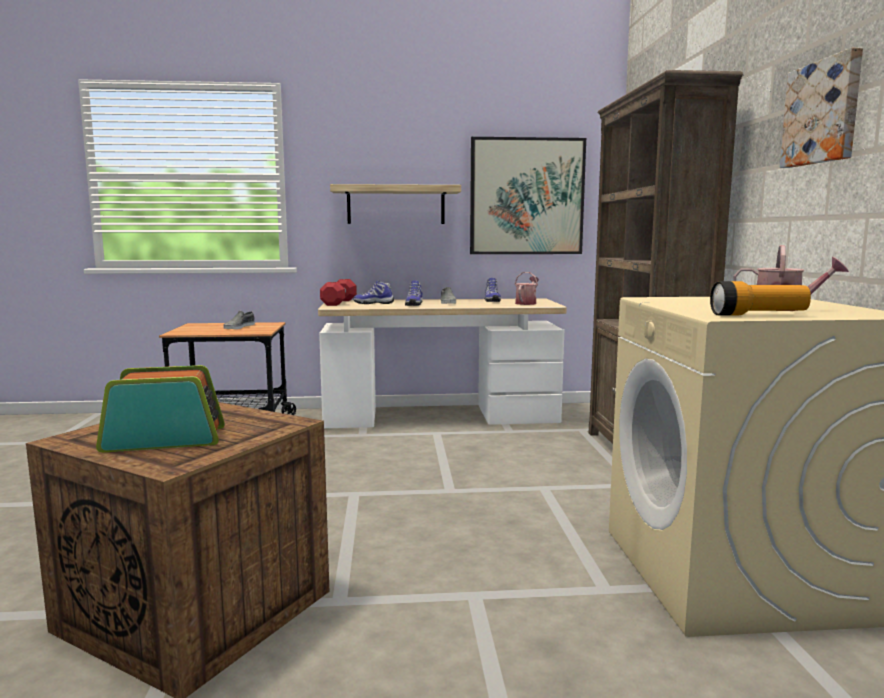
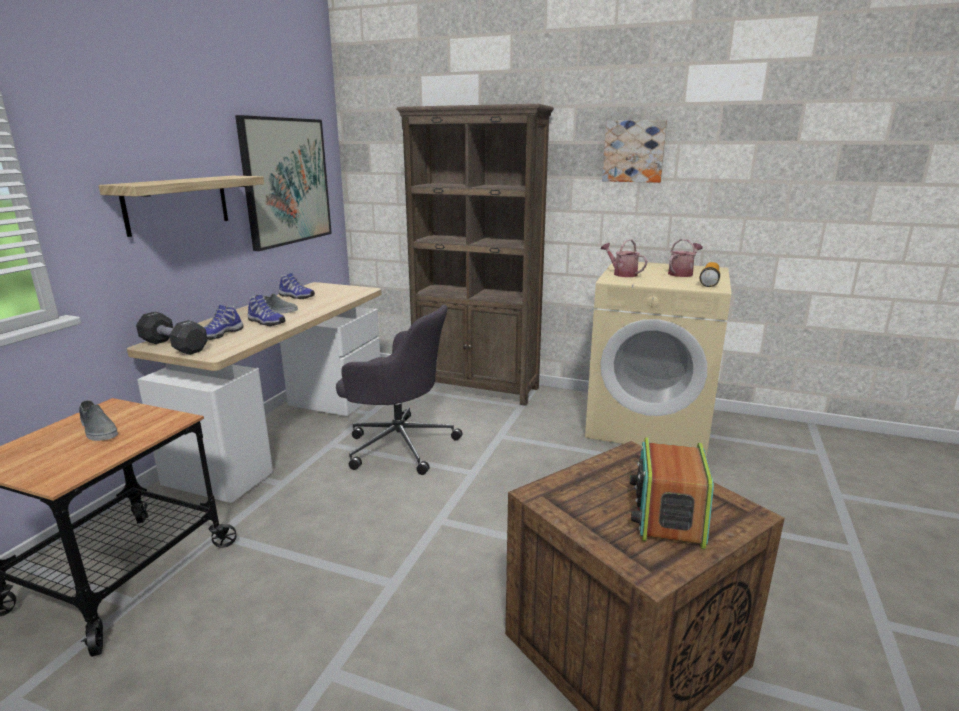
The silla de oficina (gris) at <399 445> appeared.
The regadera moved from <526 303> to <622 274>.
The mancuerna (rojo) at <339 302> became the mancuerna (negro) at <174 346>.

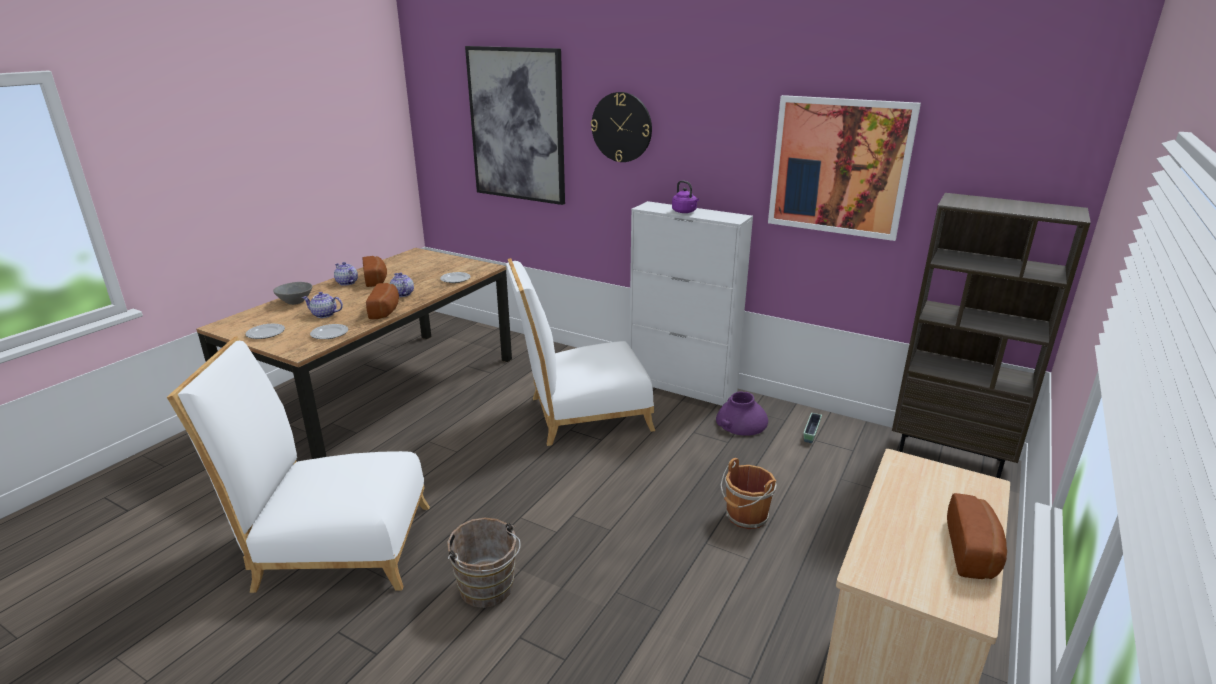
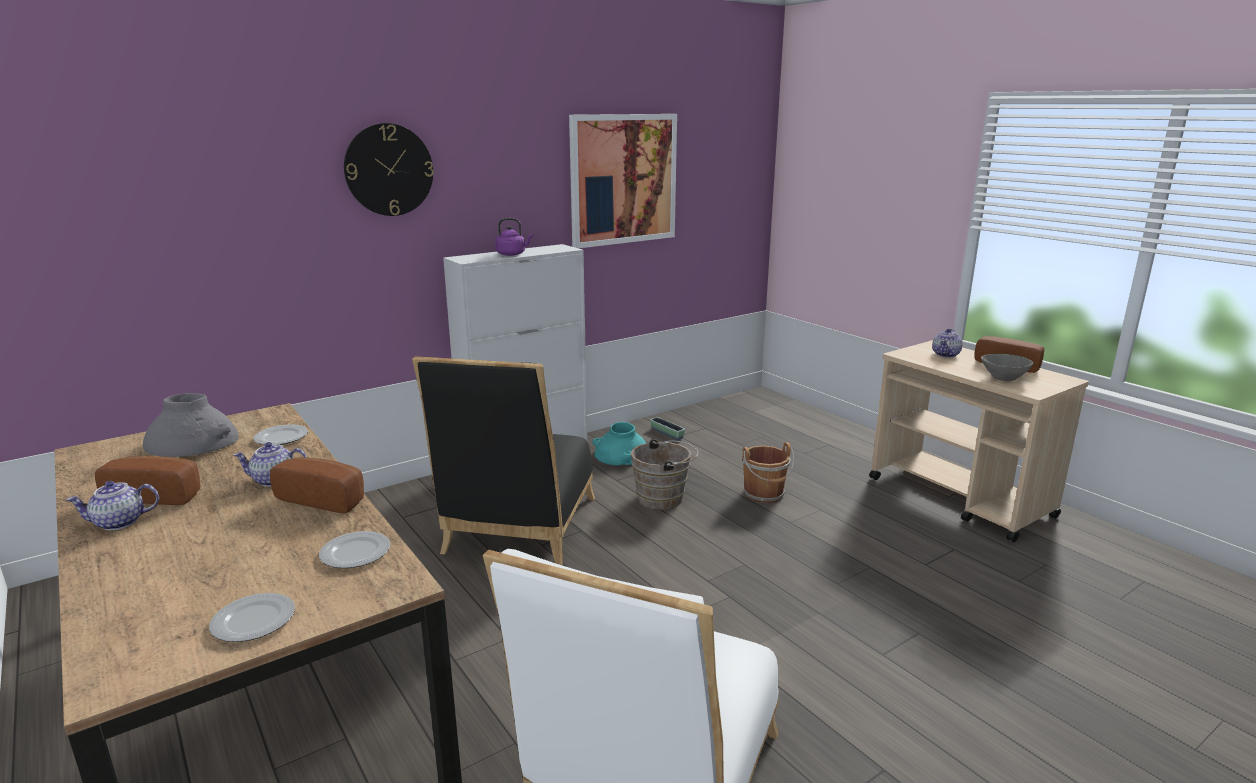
The cuadro at <517 125> disappeared.
The estantería (marrón) at <950 457> disappeared.
The florero (gris) at <192 443> appeared.
The cuenco (gris) moved from <296 302> to <1003 378>.
The tetera moved from <324 315> to <946 355>.
The cubo (marrón) moved from <488 590> to <664 498>.
The silla (blanco) at <582 415> became the silla (negro) at <518 530>.
The florero (morado) at <741 422> became the florero (turquesa) at <622 455>.

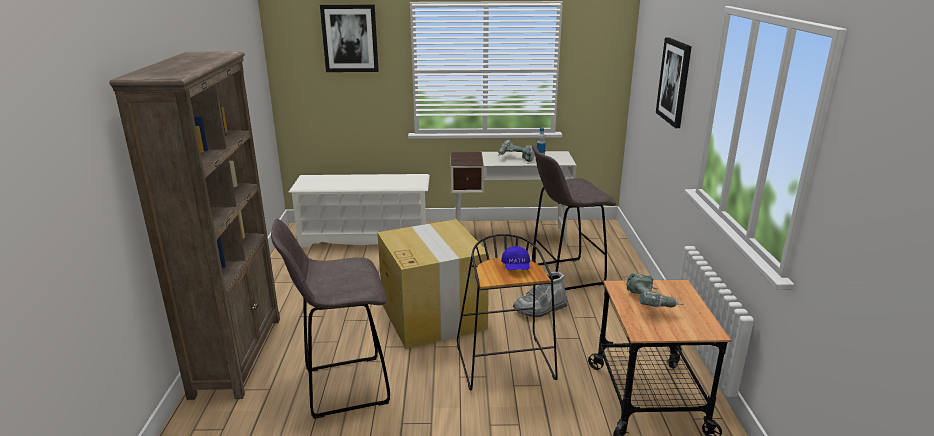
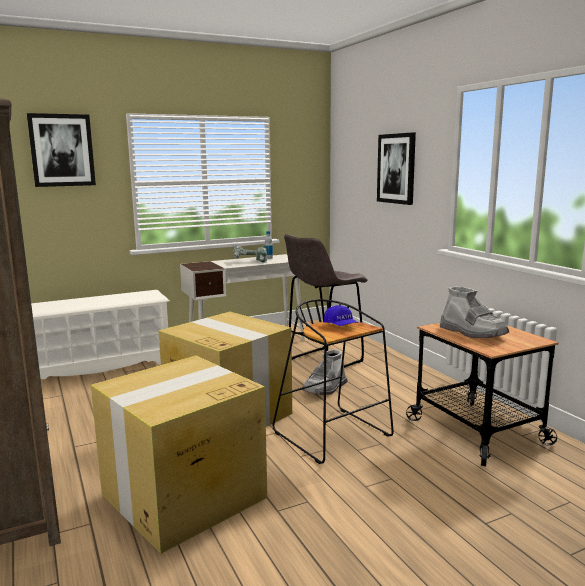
The taburete (gris) at <343 386> was replaced by the caja de cartón at <182 497>.
The taladro at <651 303> was replaced by the bota (gris) at <473 332>.

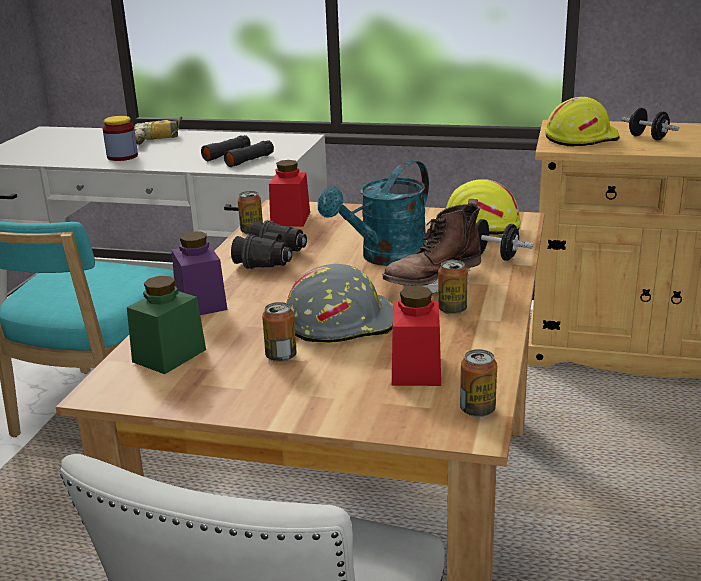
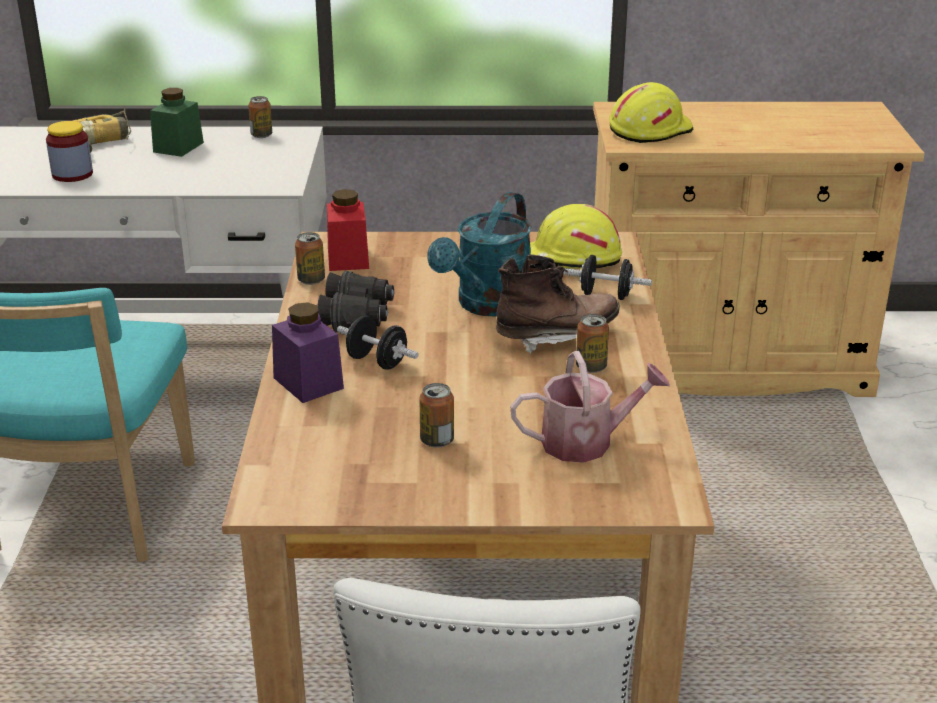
The prismáticos (negro) at <238 158> disappeared.
The casco (gris) at <340 322> disappeared.
The tarro (verde) moved from <169 356> to <178 147>.
The lata moved from <477 410> to <261 135>.
The mancuerna (negro) moved from <647 138> to <377 362>.
The tarro (rojo) at <416 370> was replaced by the regadera at <586 442>.
The bota (marrón) at <433 284> turned 150 degrees counterclockwise.

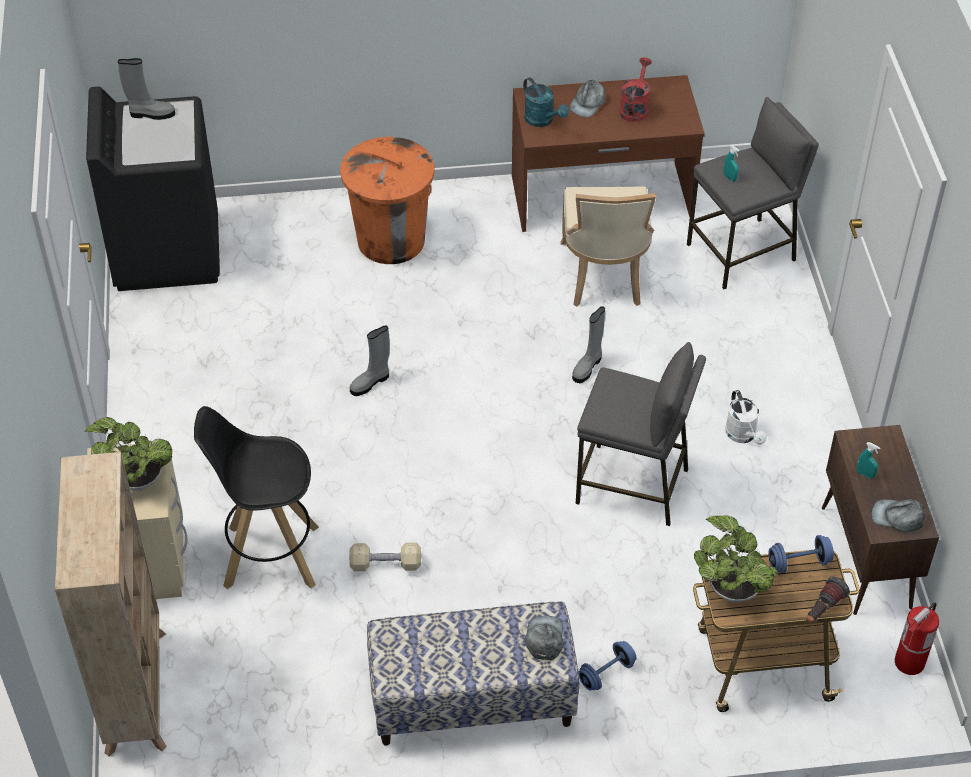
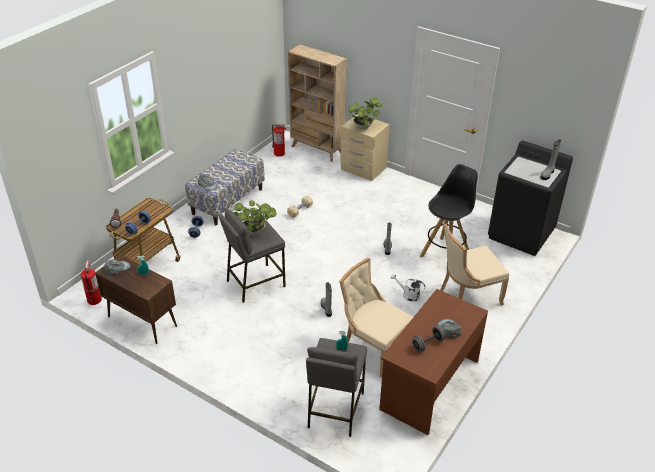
The regadera (turquesa) at <542 120> disappeared.
The extintor at <279 153> appeared.
The taburete (negro) moved from <269 556> to <445 253>.
The planta en maceta moved from <731 587> to <255 232>.
The regadera (blanco) moved from <743 436> to <408 295>.
The papelera (naranja) at <391 240> was replaced by the silla (beis) at <467 296>.
The regadera (rojo) at <635 108> was replaced by the mancuerna (gris) at <428 344>.

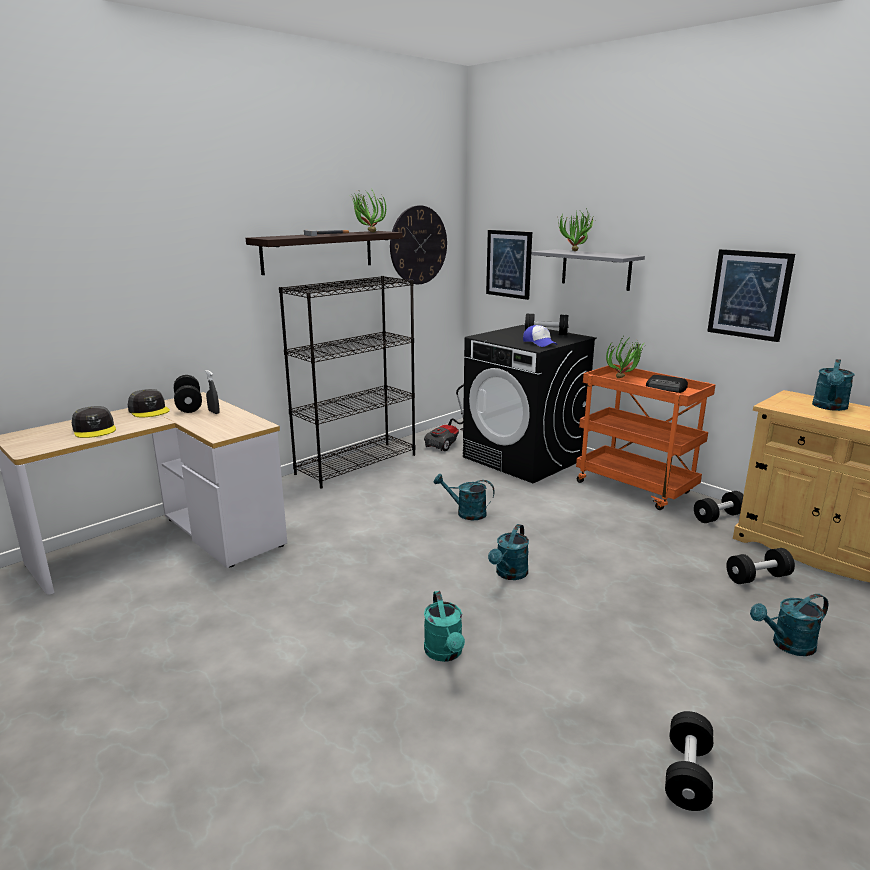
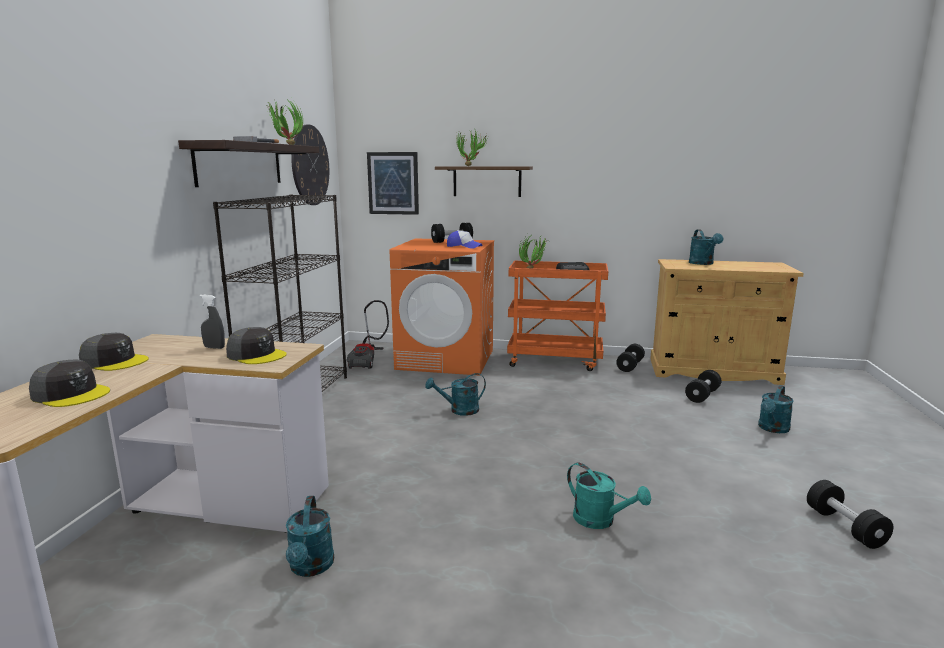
The mancuerna (negro) at <189 405> disappeared.
The cuadro at <749 294> disappeared.
The gorra (gris) at <256 355> appeared.
The regadera (turquesa) moved from <509 574> to <311 568>.
The lavadora (negro) at <524 458> became the lavadora (naranja) at <446 359>.
The estante (gris) at <596 269> became the estante (marrón) at <487 181>.

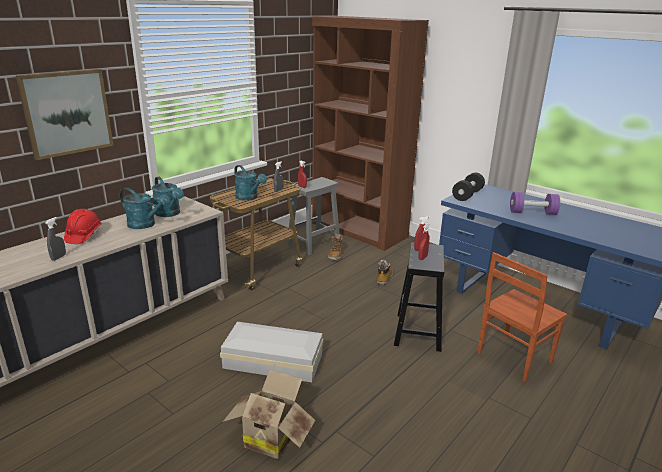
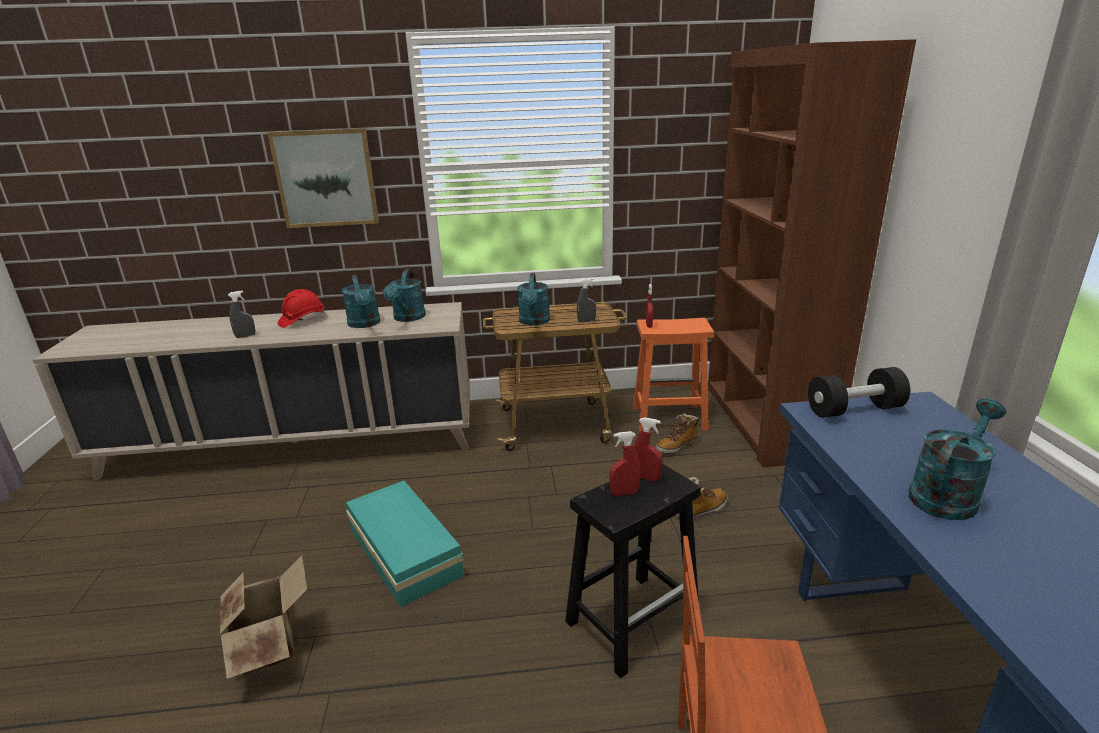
The mancuerna (morado) at <532 213> was replaced by the regadera (turquesa) at <947 494>.
The caja de almacenaje (blanco) at <272 360> became the caja de almacenaje (turquesa) at <405 550>.
The taburete (gris) at <313 244> became the taburete (naranja) at <668 418>.

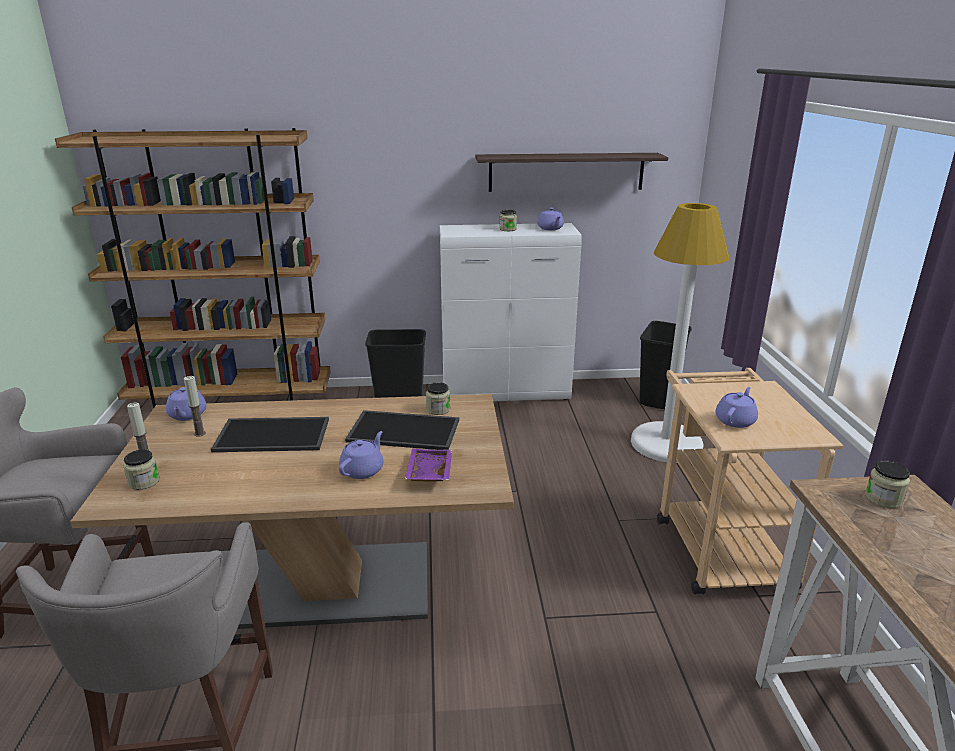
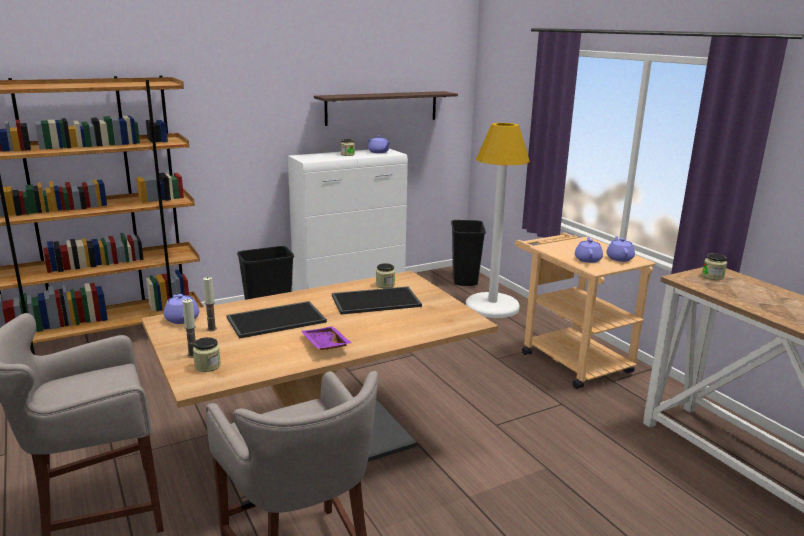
The tetera (morado) moved from <363 470> to <619 258>.
The bandeja (morado) moved from <428 473> to <324 345>.

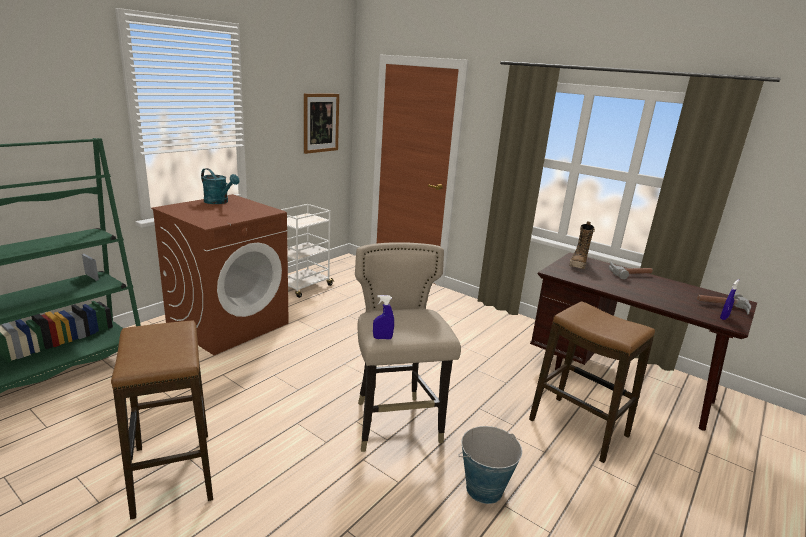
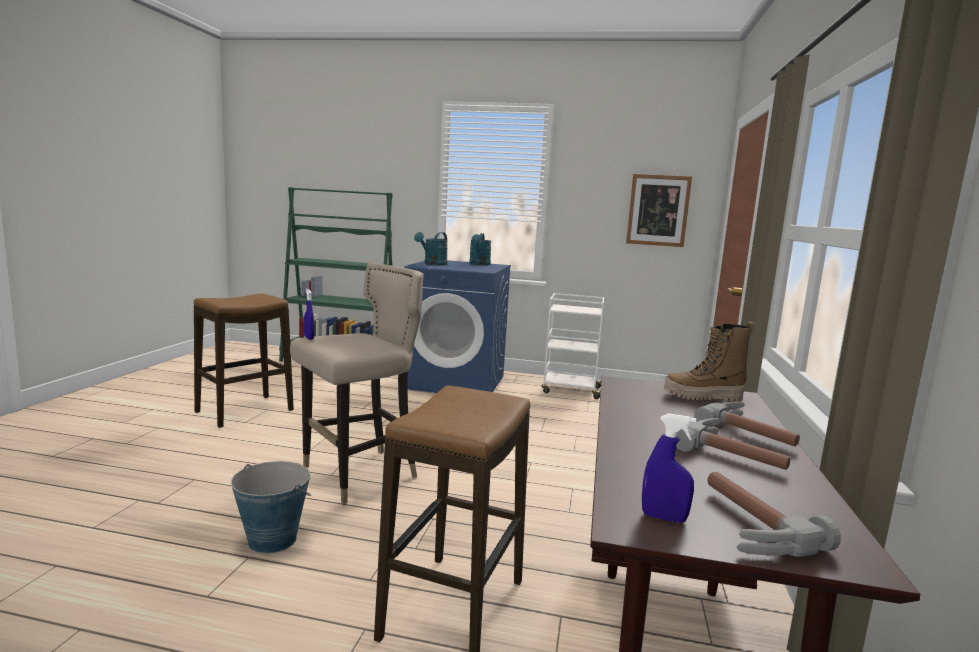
The regadera (turquesa) at <433 264> appeared.
The martillo at <735 454> appeared.
The lavadora (marrón) at <228 324> became the lavadora (azul) at <455 382>.

